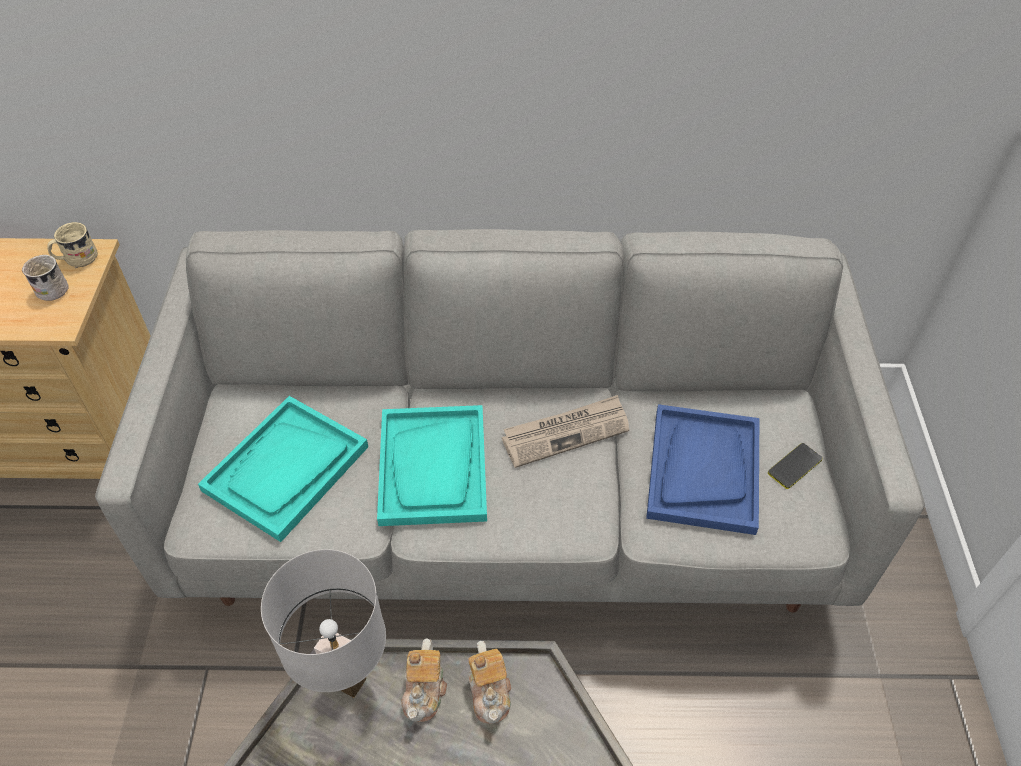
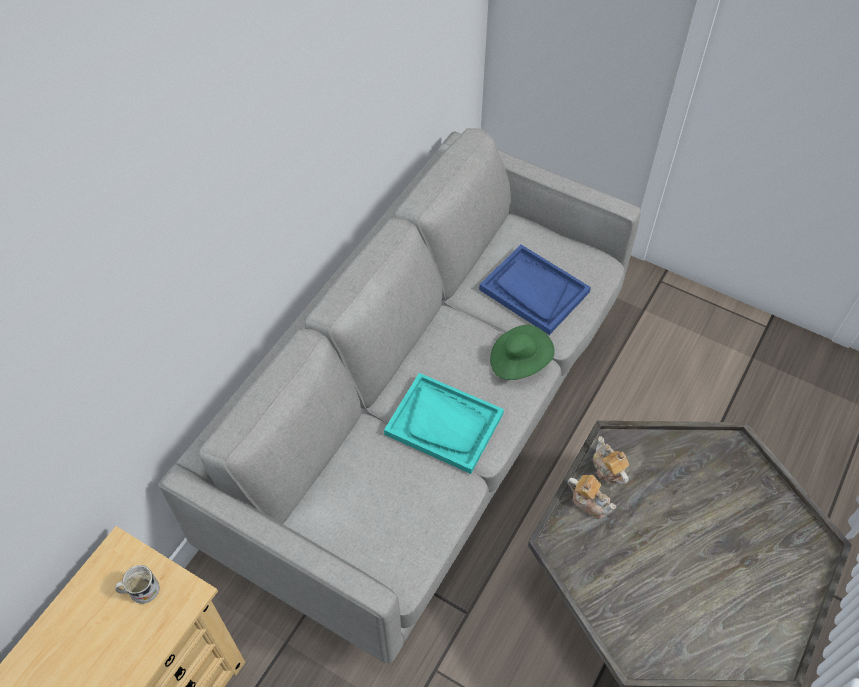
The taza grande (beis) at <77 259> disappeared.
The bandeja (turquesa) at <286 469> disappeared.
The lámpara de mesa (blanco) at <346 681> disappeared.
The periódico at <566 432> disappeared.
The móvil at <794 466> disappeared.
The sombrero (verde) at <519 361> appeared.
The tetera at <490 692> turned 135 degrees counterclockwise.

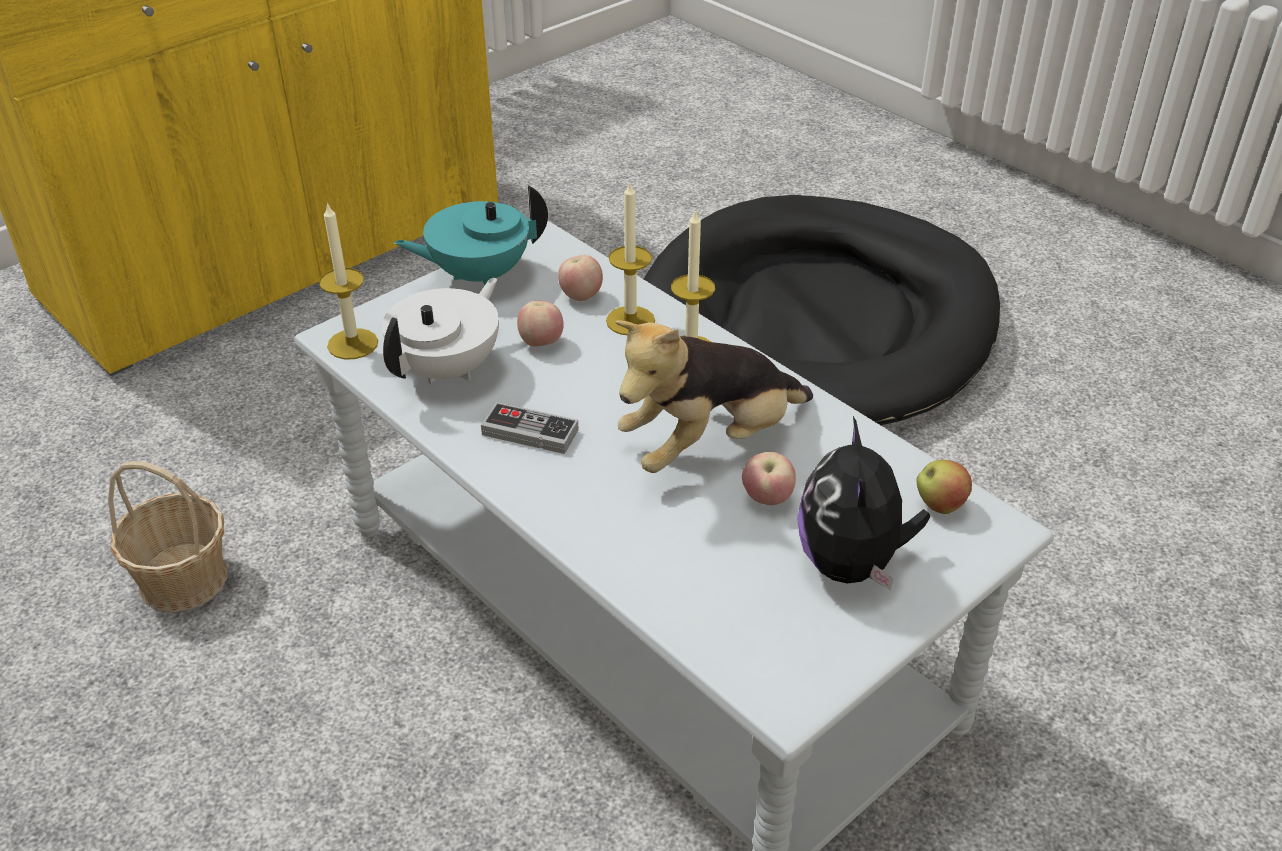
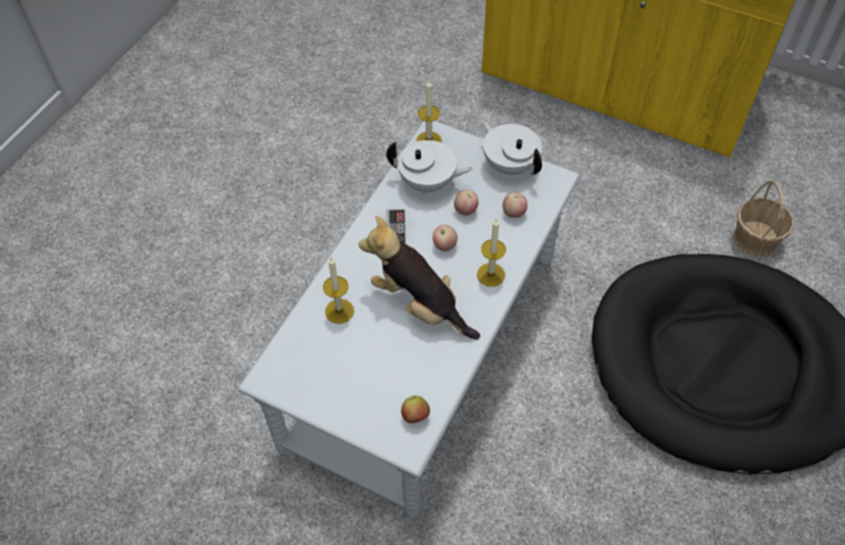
The peluche at <851 564> disappeared.
The cesta moved from <183 579> to <755 239>.
The vela moved from <630 321> to <339 311>.
The manzana moved from <767 499> to <444 245>.
The tetera (turquesa) at <478 274> became the tetera (blanco) at <509 164>.

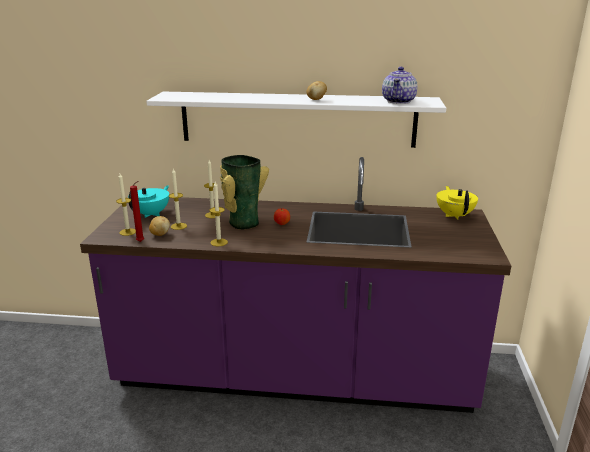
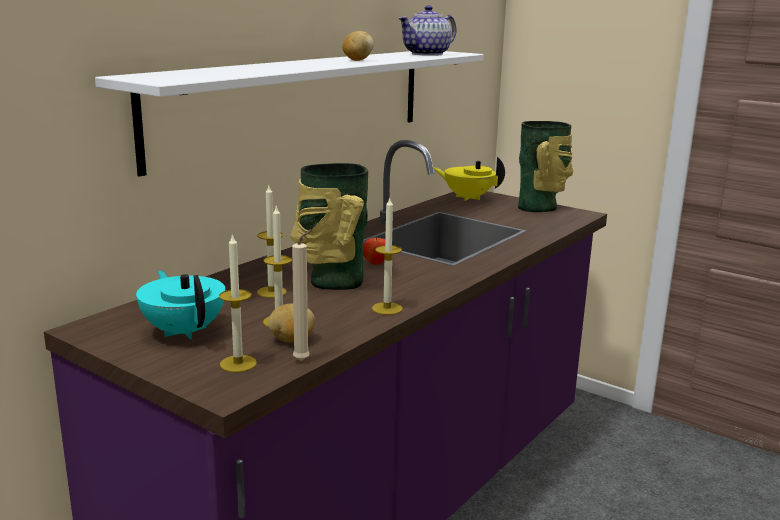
The florero at <539 207> appeared.
The vela (rojo) at <141 242> became the vela (beis) at <303 360>.
The tetera at <399 101> turned 90 degrees clockwise.

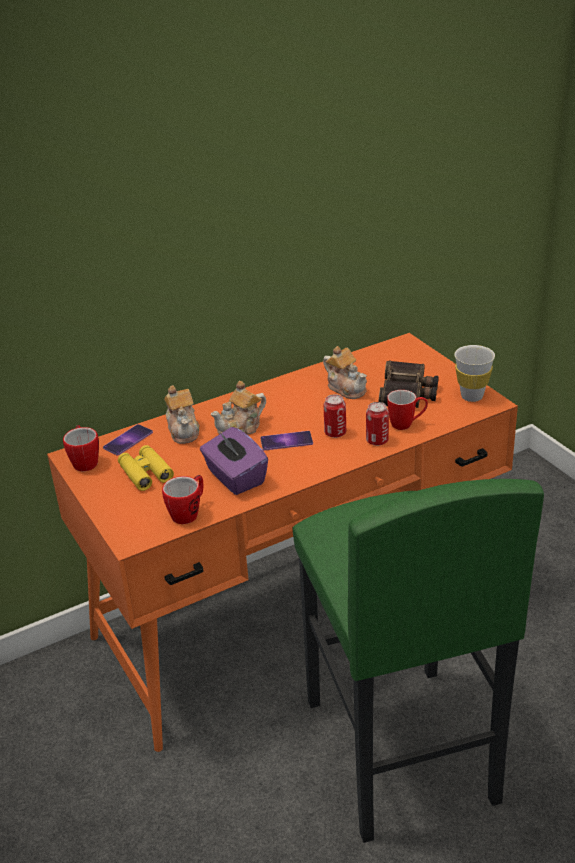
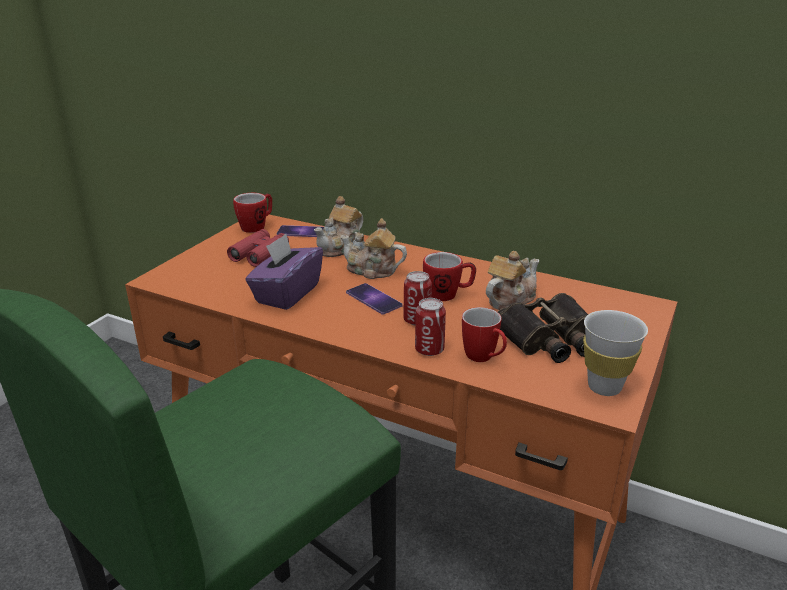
The taza grande moved from <188 513> to <448 295>.
The prismáticos (amarillo) at <145 473> became the prismáticos (rojo) at <260 254>.
The tetera at <346 388> turned 150 degrees counterclockwise.

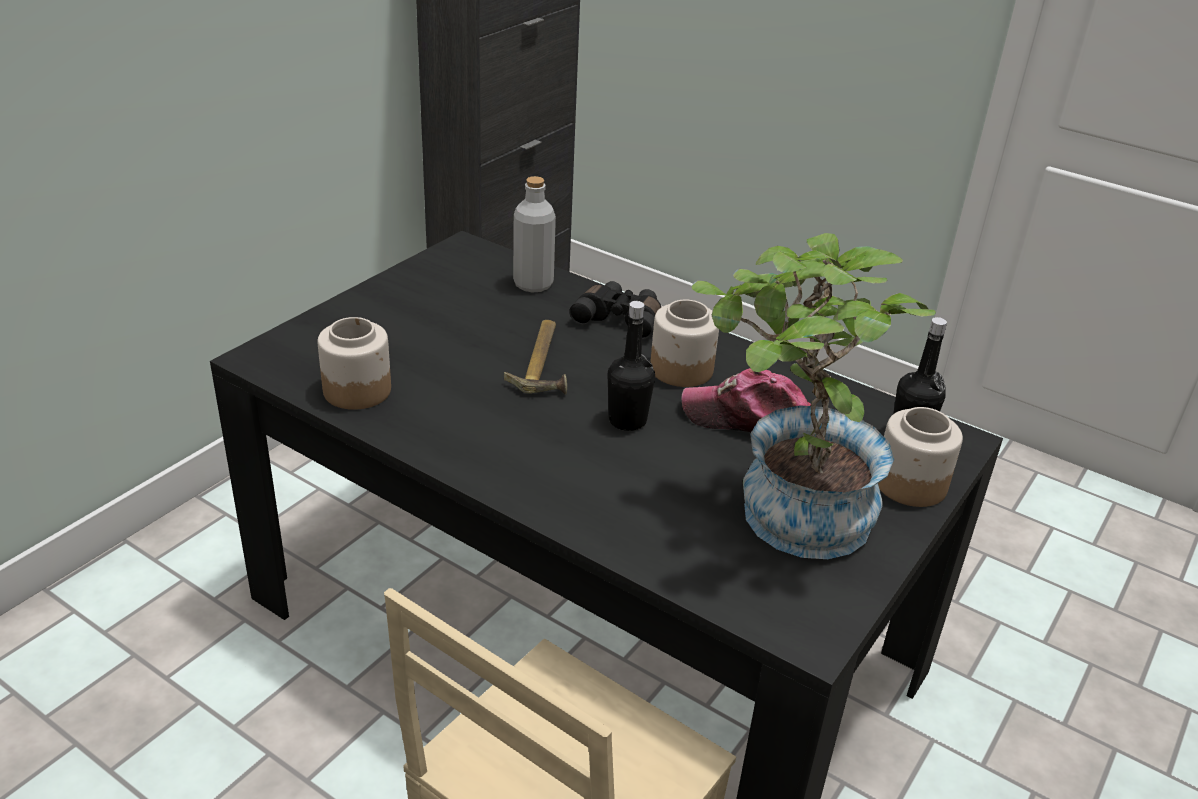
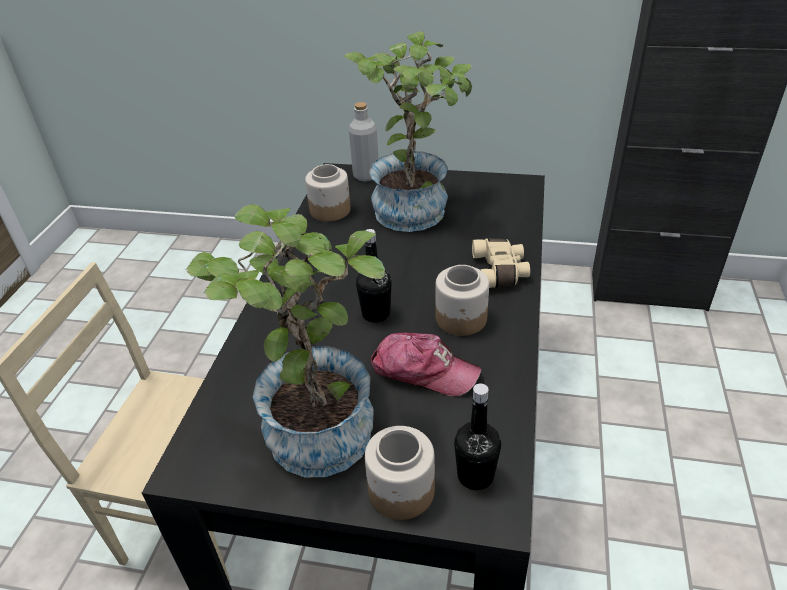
The martillo at <545 363> disappeared.
The planta en maceta at <416 206> appeared.
The botella (gris) moved from <533 284> to <366 175>.
The prismáticos (negro) at <620 319> became the prismáticos (beis) at <501 271>.
The gorra at <748 419> turned 120 degrees clockwise.

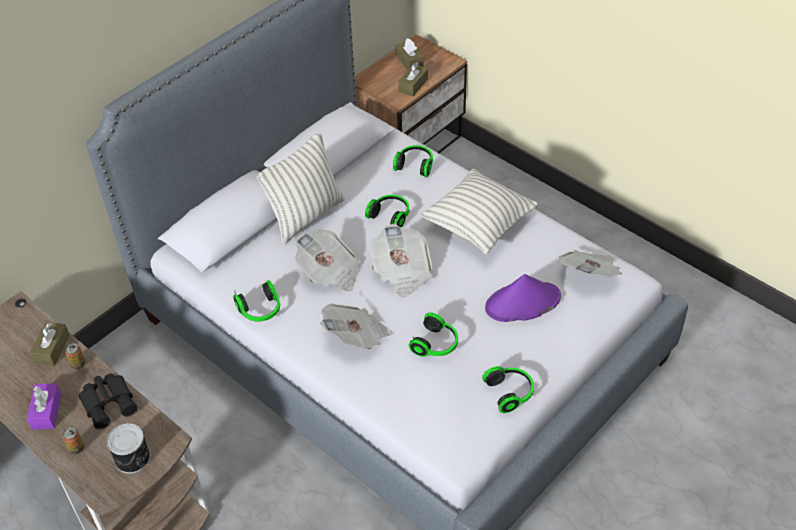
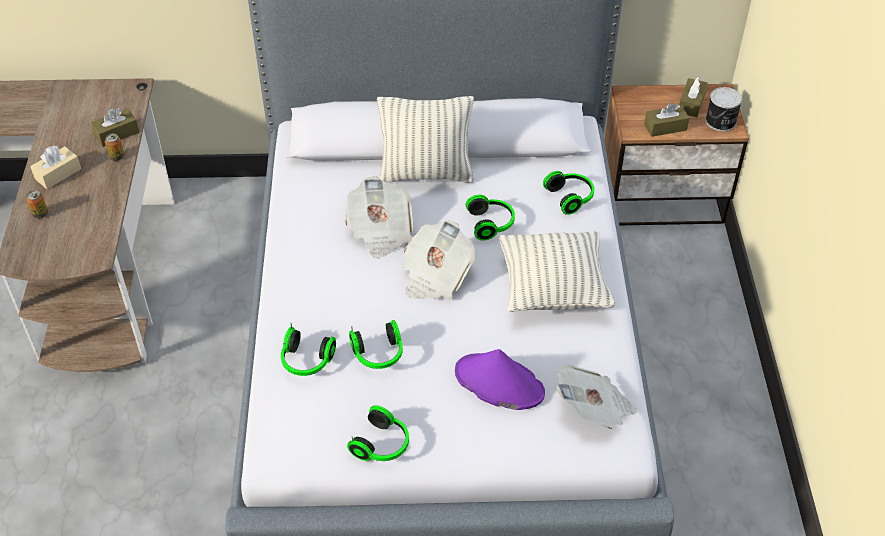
The prismáticos (negro) at <109 402> disappeared.
The periódico at <357 337> disappeared.
The lata moved from <133 458> to <721 121>.
The auriculares moved from <261 310> to <306 362>.
The caja de pañuelos (morado) at <46 411> became the caja de pañuelos (beis) at <58 174>.

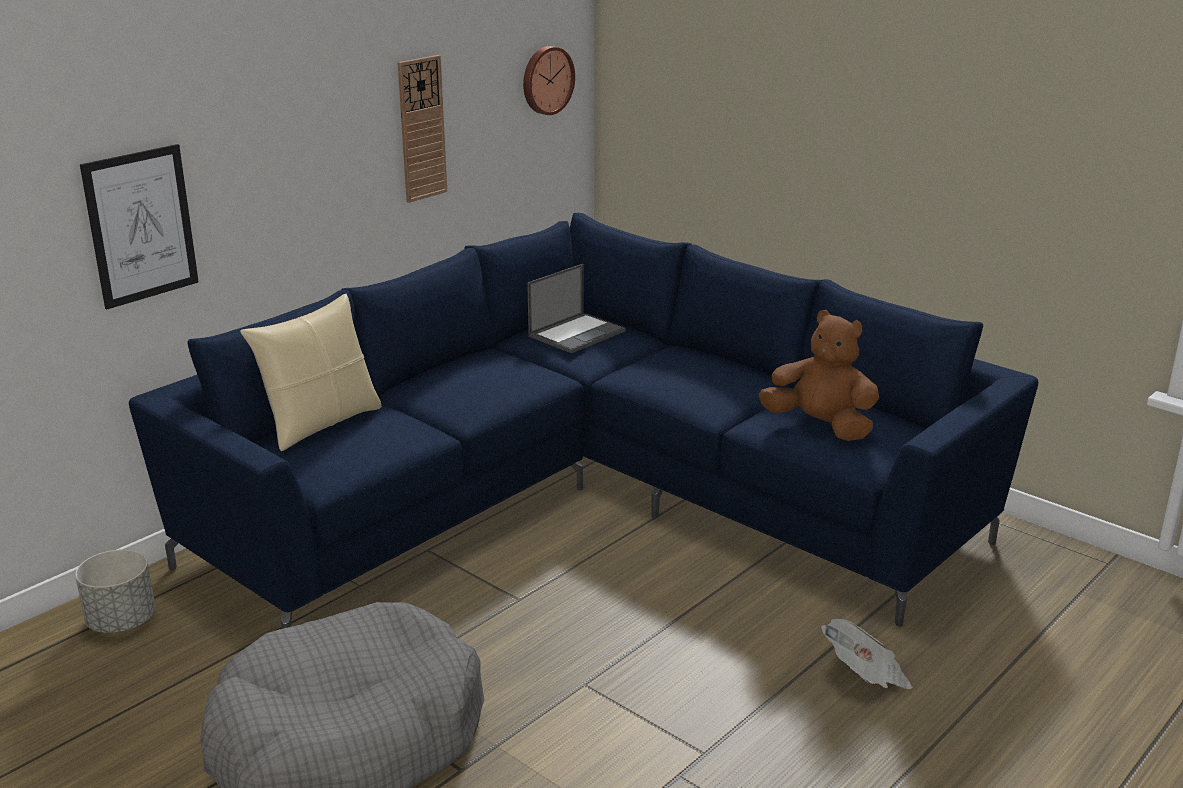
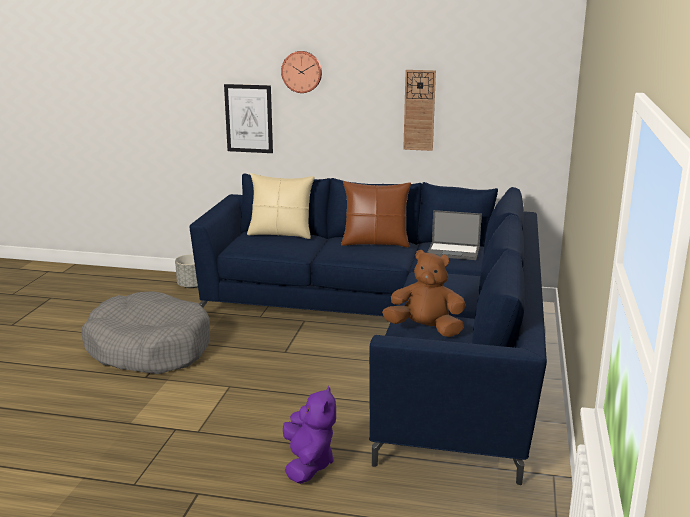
The cojín (marrón) at <375 243> appeared.
The reloj de pared moved from <546 80> to <302 71>.
The periódico at <865 675> was replaced by the peluche (morado) at <308 464>.
The peluche (marrón) at <820 426> turned 75 degrees counterclockwise.

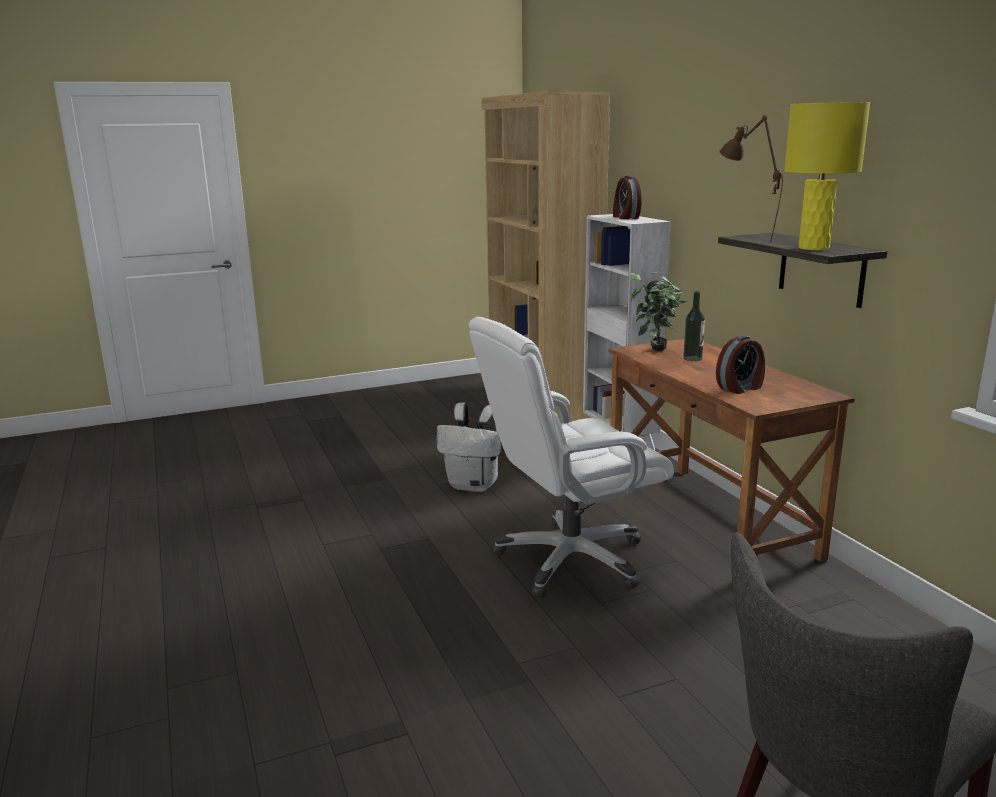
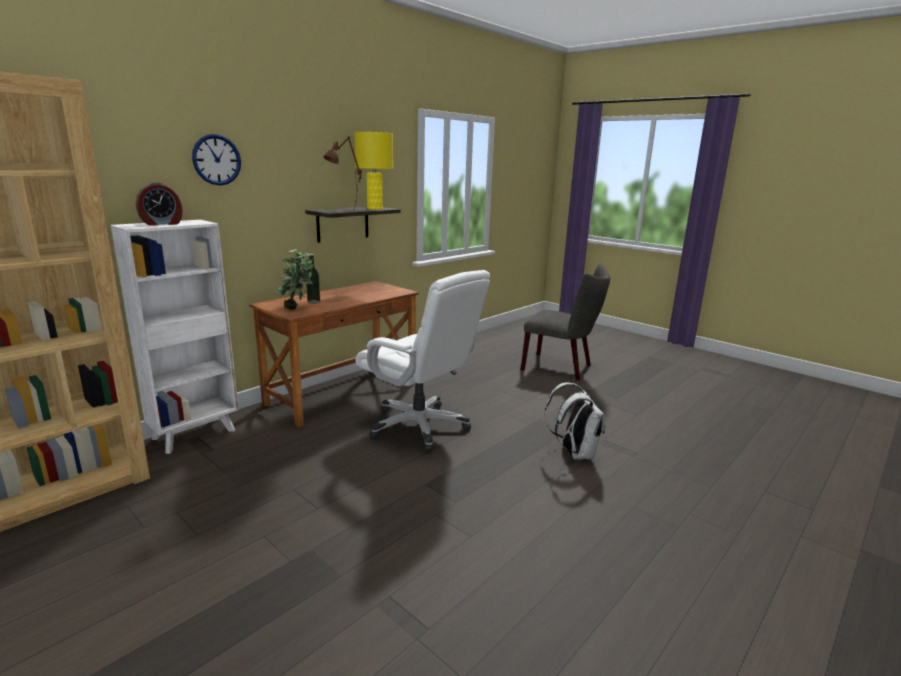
The despertador at <740 388> disappeared.
The reloj de pared at <216 160> appeared.
The mochila (blanco) moved from <475 485> to <574 453>.

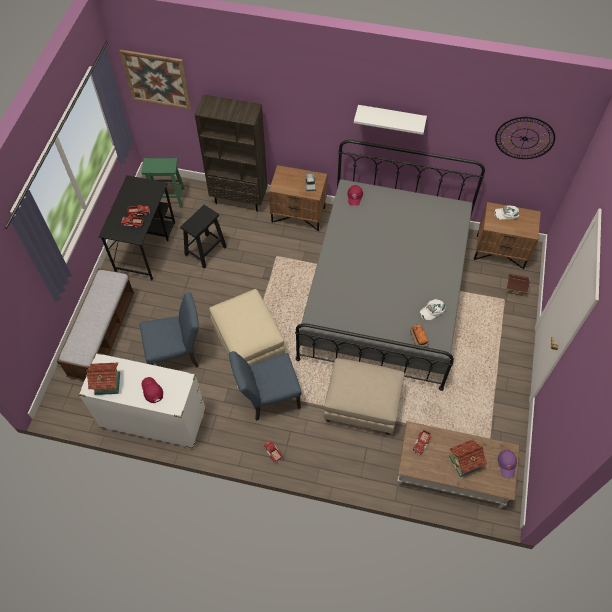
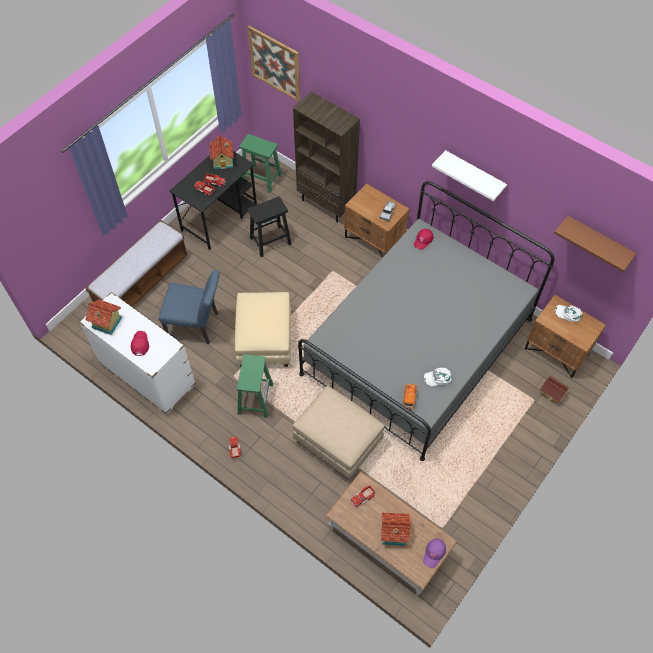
The casita at <223 161> appeared.
The silla (azul) at <267 398> was replaced by the taburete (verde) at <255 398>.
The reloj de pared at <524 138> was replaced by the estante (marrón) at <598 241>.

